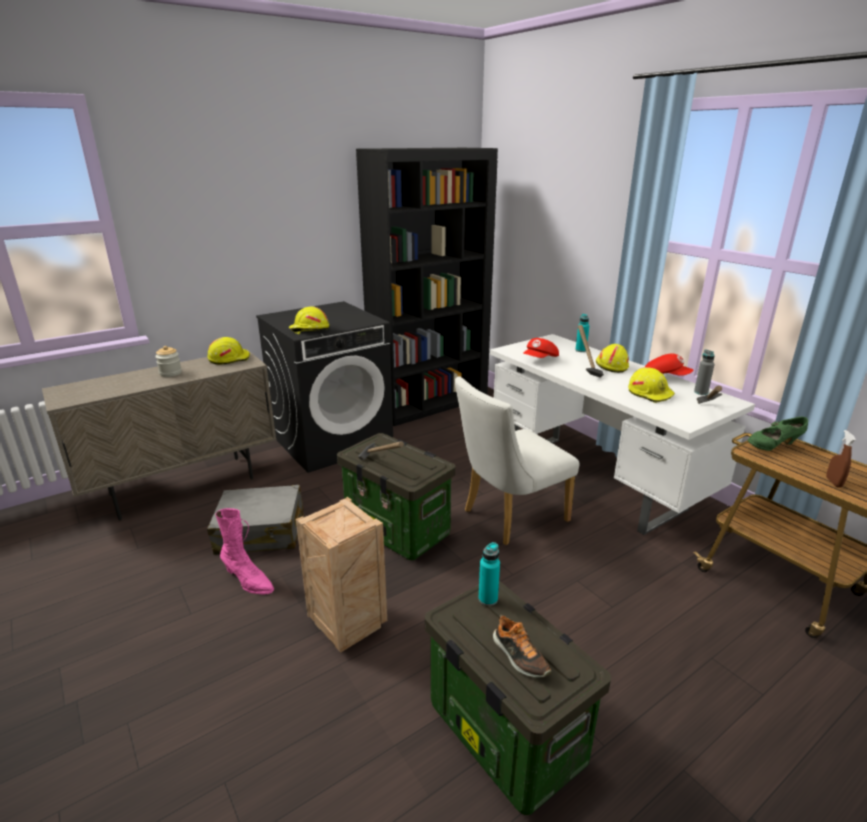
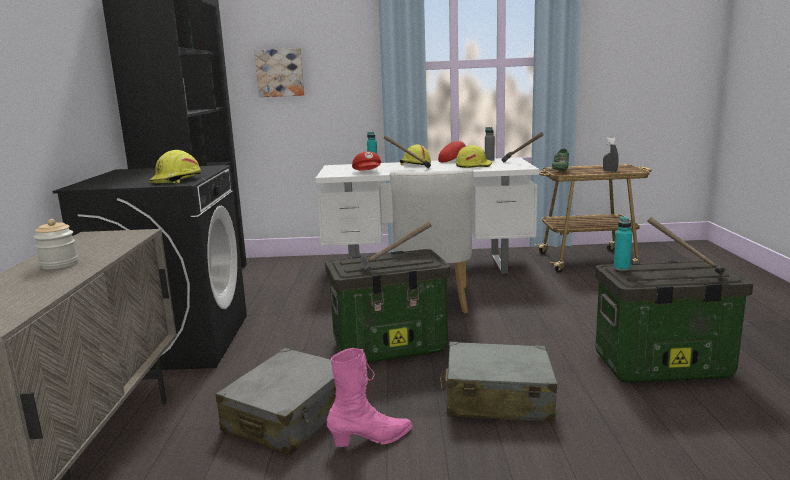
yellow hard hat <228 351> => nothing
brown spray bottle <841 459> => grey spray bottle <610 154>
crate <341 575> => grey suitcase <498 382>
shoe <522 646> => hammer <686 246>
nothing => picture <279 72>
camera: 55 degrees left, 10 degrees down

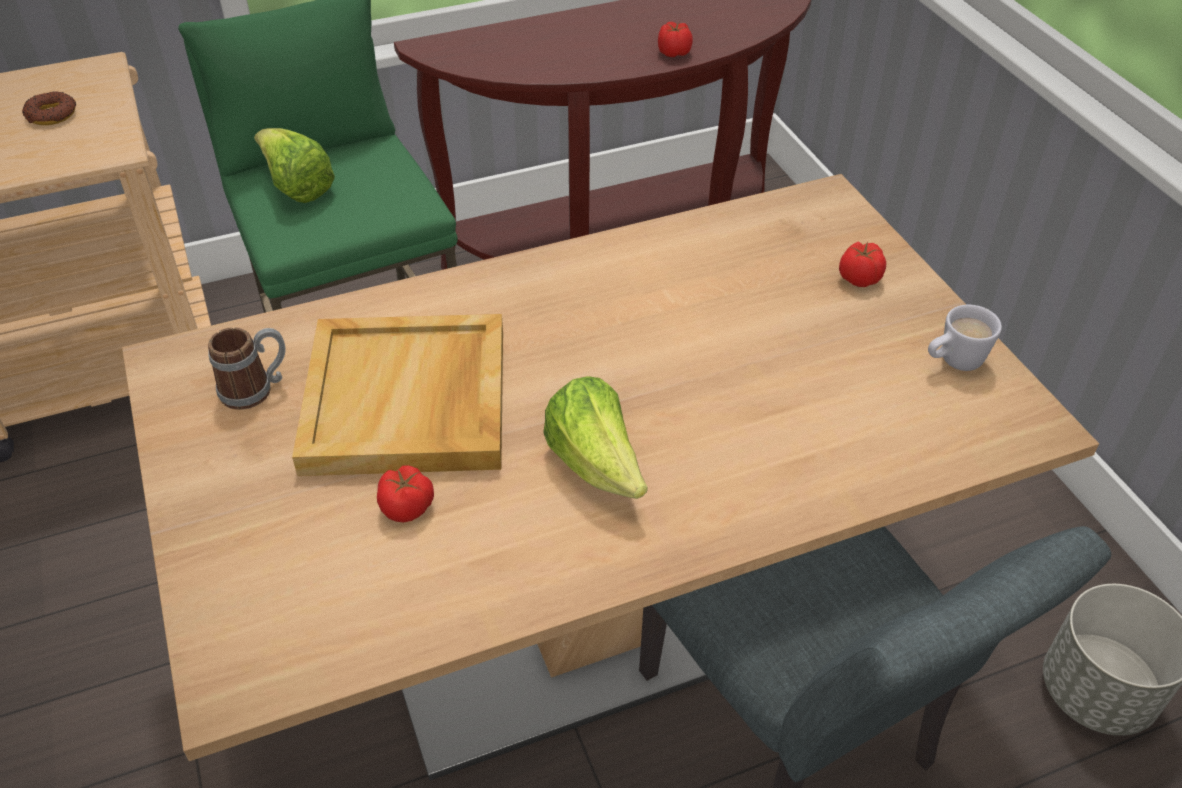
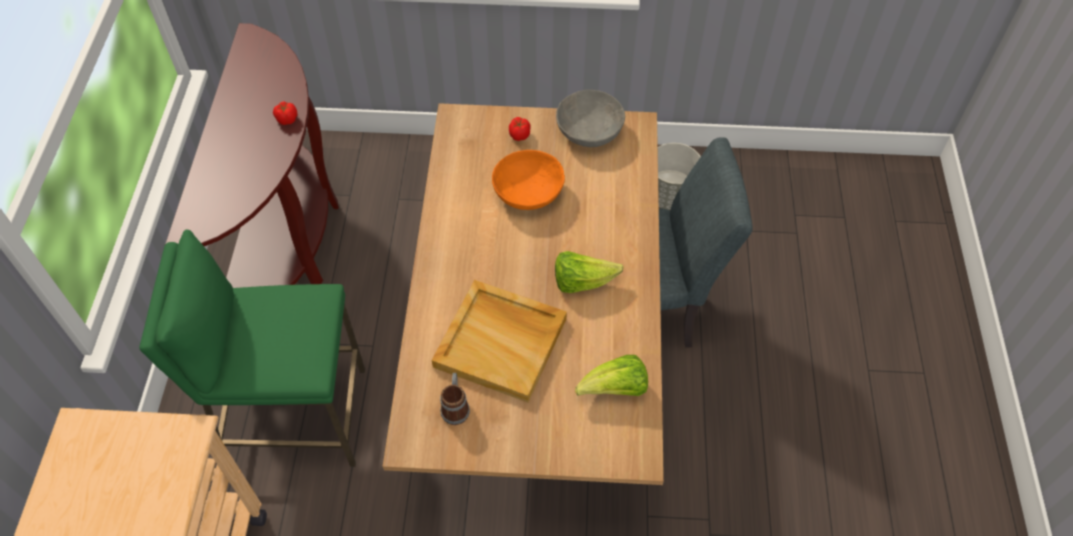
donut <49 108> => nothing
lettuce <294 165> => lettuce <611 375>, shifted
white mug <965 337> => grey bowl <590 118>
tomato <405 494> => nothing
nothing => orange bowl <528 180>
camera: 65 degrees left, 10 degrees up

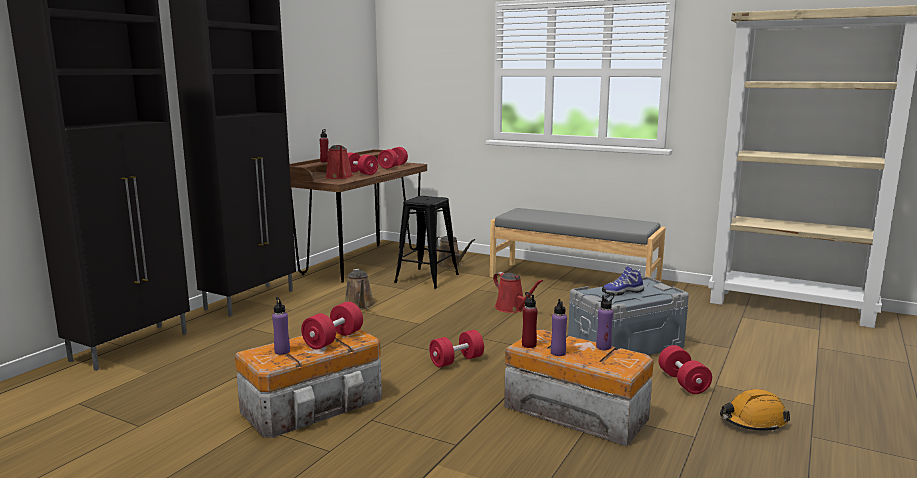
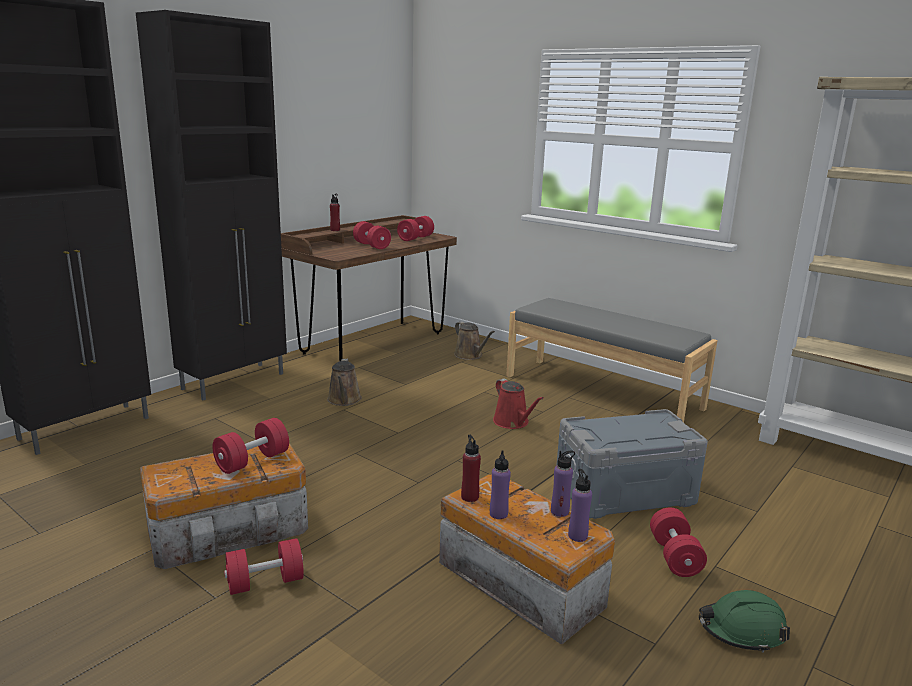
red watering can <339 162> => nothing
black stool <426 242> => nothing
shoe <623 281> => nothing
purple bottle <281 326> => purple bottle <580 505>, shifted
red dumbbell <456 348> => red dumbbell <264 566>, shifted
orange hard hat <755 410> => green hard hat <744 621>
camera: 10 degrees right, 5 degrees up

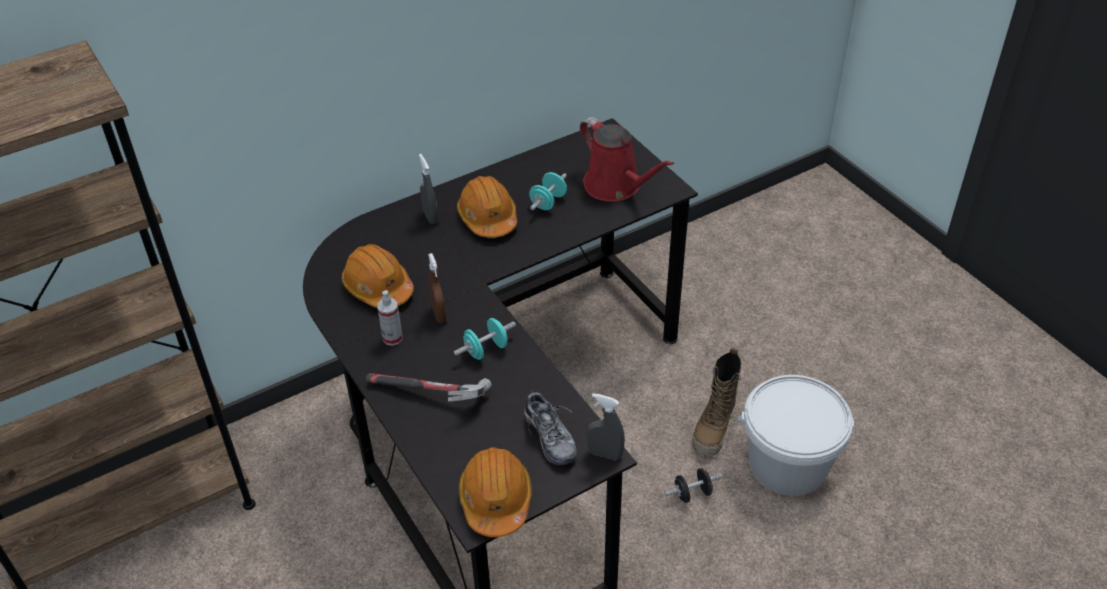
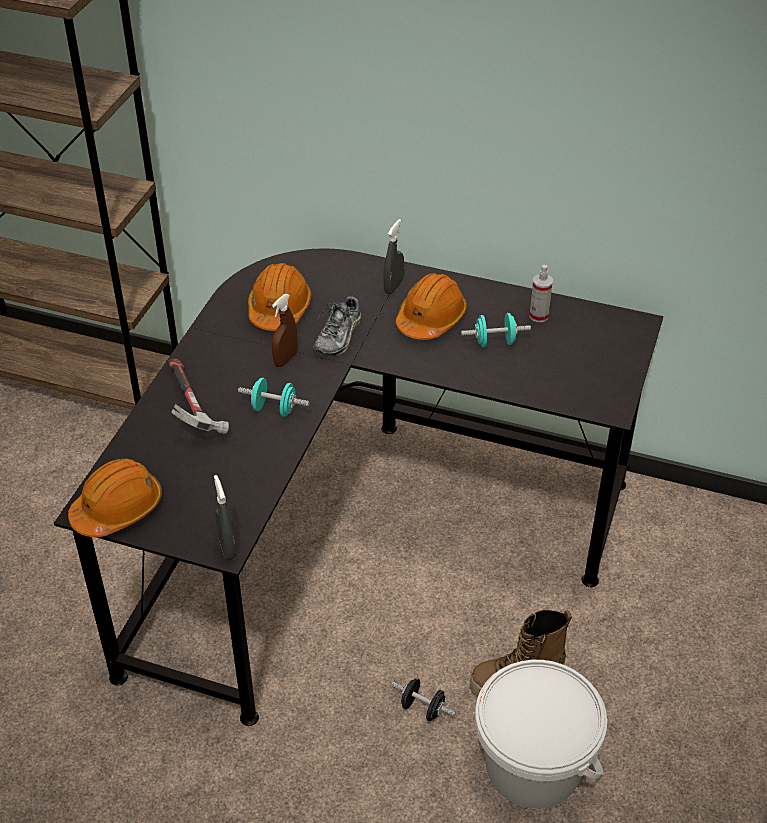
red watering can <627 159> => nothing
spray bottle <389 318> => spray bottle <541 293>, shifted
shoe <550 426> => shoe <337 325>, shifted
camera: 50 degrees right, 0 degrees up

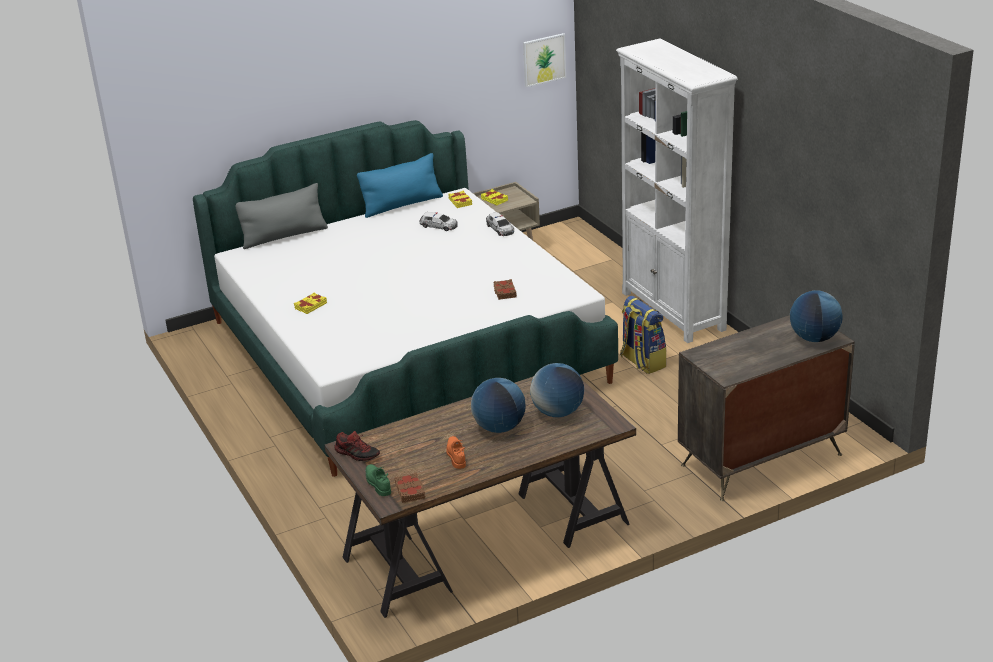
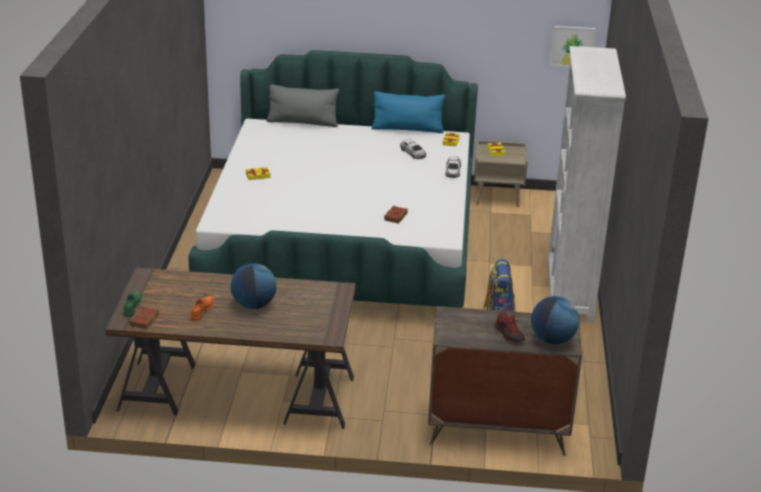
globe <557 390> => nothing
shoe <357 446> => shoe <510 327>, shifted
camera: 30 degrees right, 0 degrees up

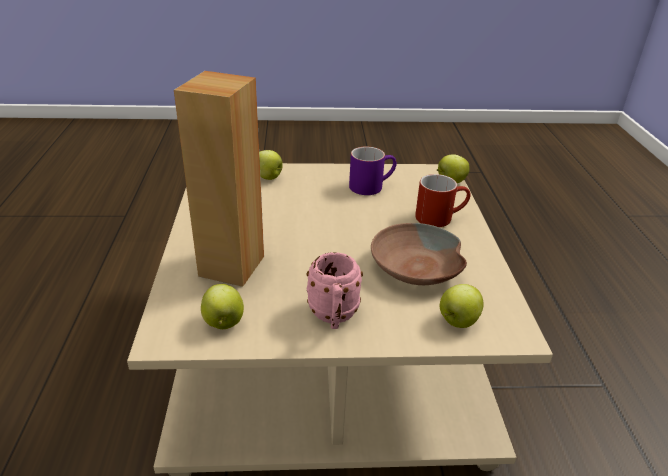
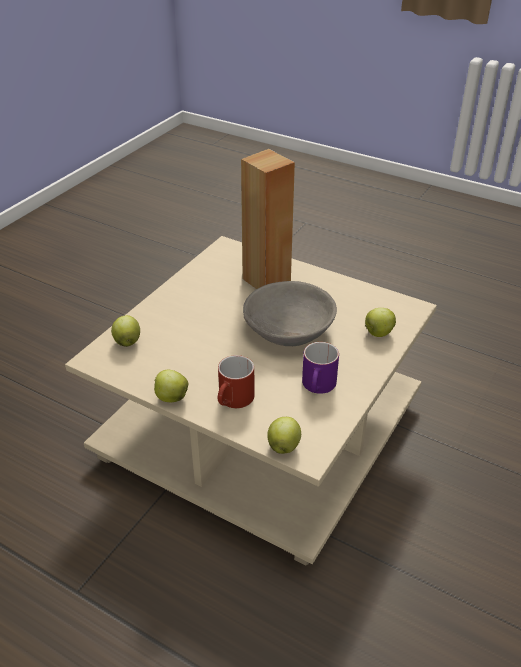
brown bowl <419 254> => nothing
pink mug <335 290> => nothing
apple <222 306> => apple <171 386>, shifted
nothing => grey bowl <290 313>
camera: 125 degrees right, 5 degrees up

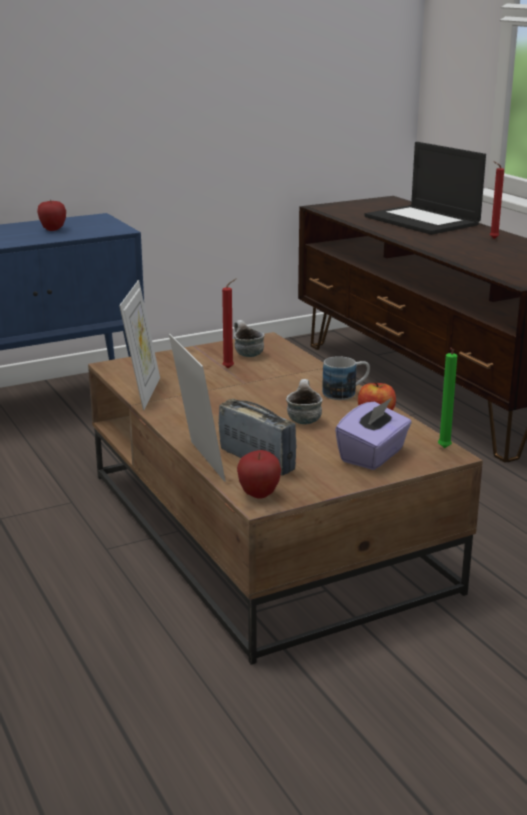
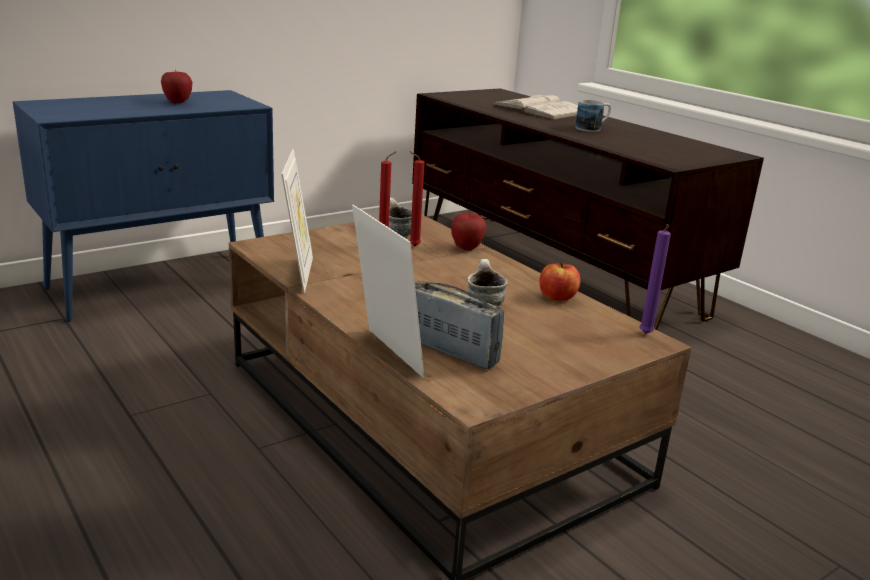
laptop <425 188> => white book <535 106>
red candle <497 200> => red candle <416 198>, shifted
green candle <447 398> => purple candle <655 279>
mug <346 378> => mug <593 116>, shifted
purple tissue box <373 434> => nothing
apple <259 474> => apple <468 231>, shifted
camera: 10 degrees left, 0 degrees up

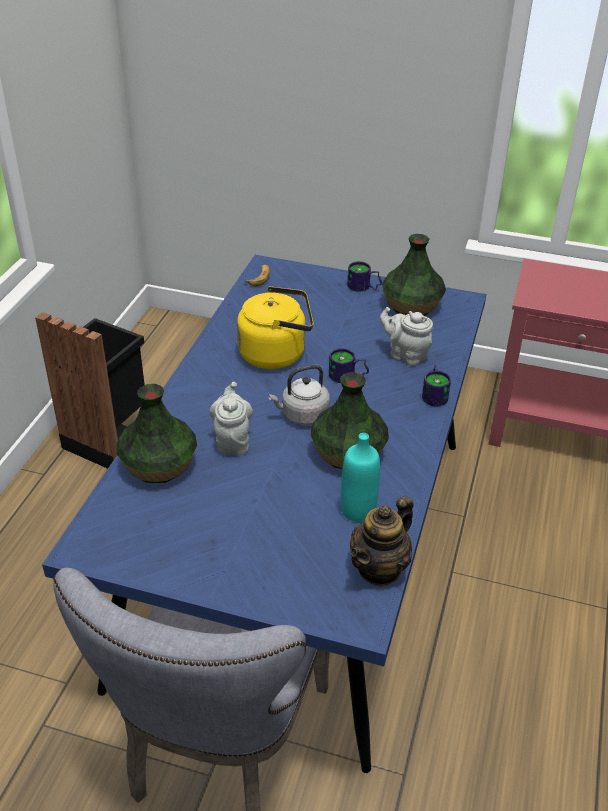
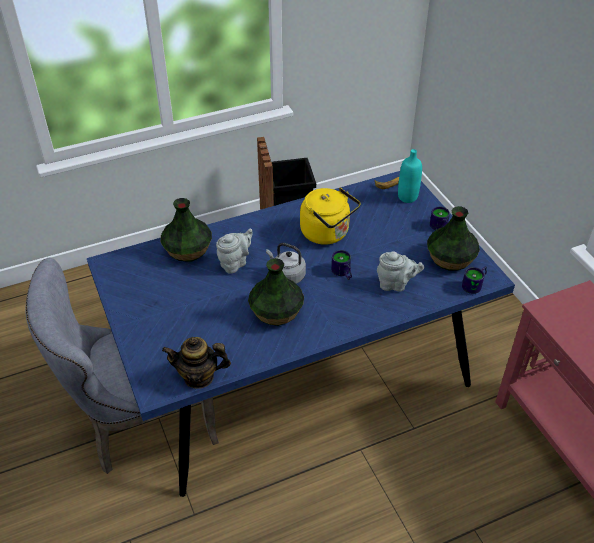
grey teapot <406 336> => grey teapot <400 271>, 105 degrees clockwise
mug <436 385> => mug <474 280>, shifted
turquoise bottle <360 477> => turquoise bottle <410 176>, shifted
camera: 50 degrees right, 5 degrees up

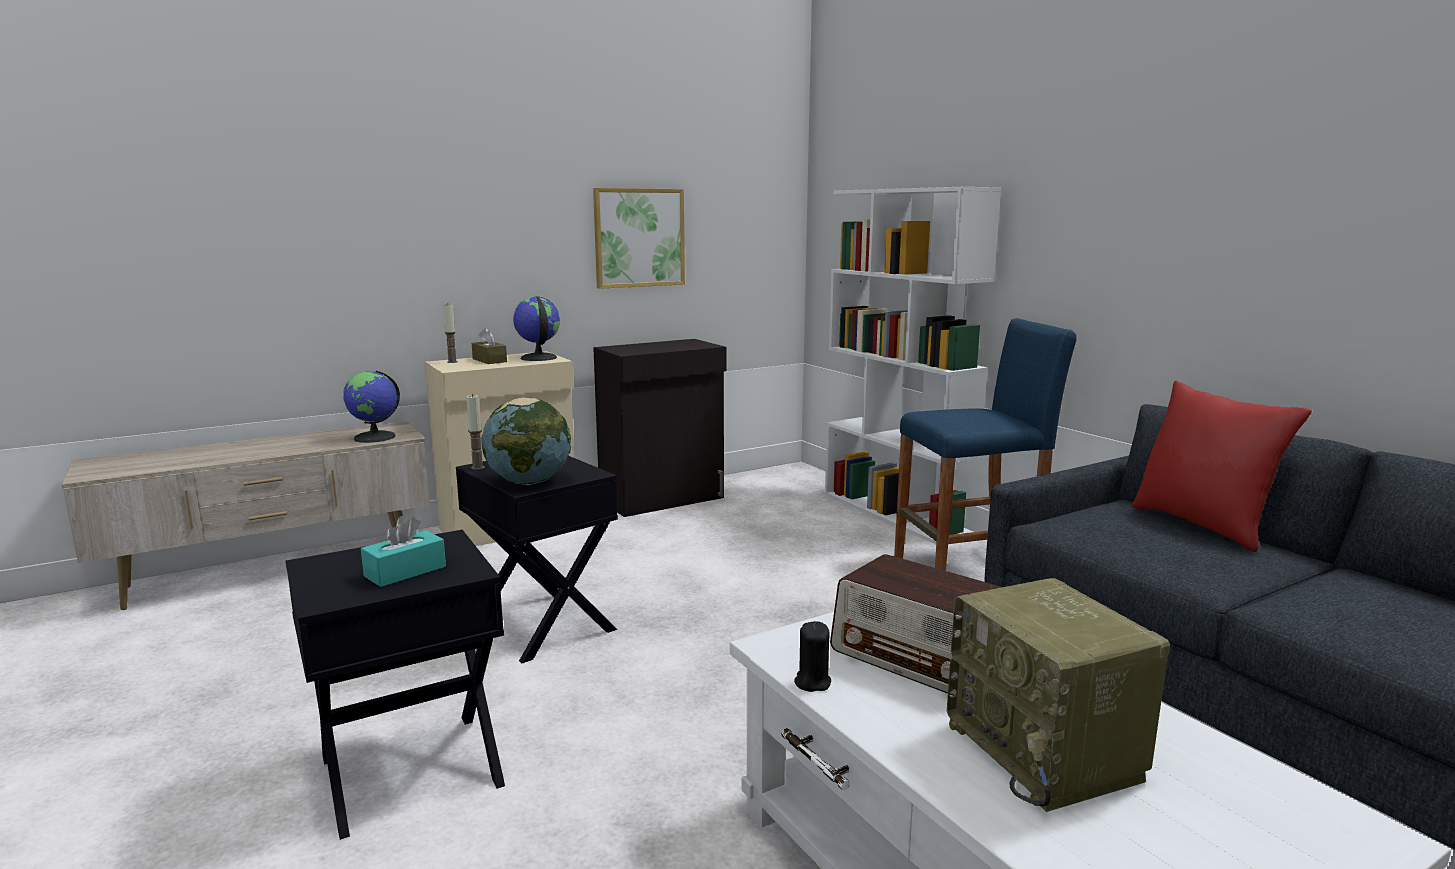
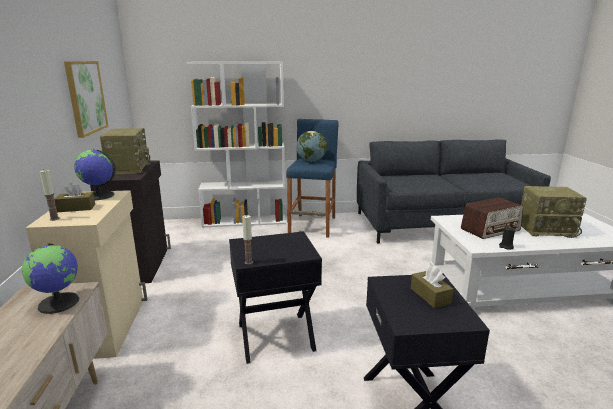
red pillow <1222 466> => nothing
globe <526 441> => globe <311 146>, shifted
turquoise tissue box <403 551> => brown tissue box <432 286>
nothing => radio <125 151>
camera: 65 degrees left, 5 degrees up

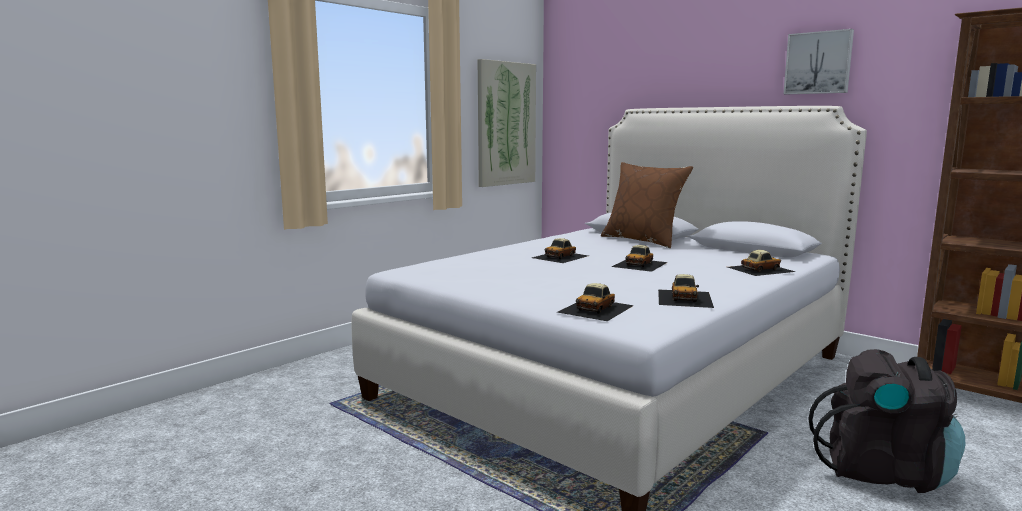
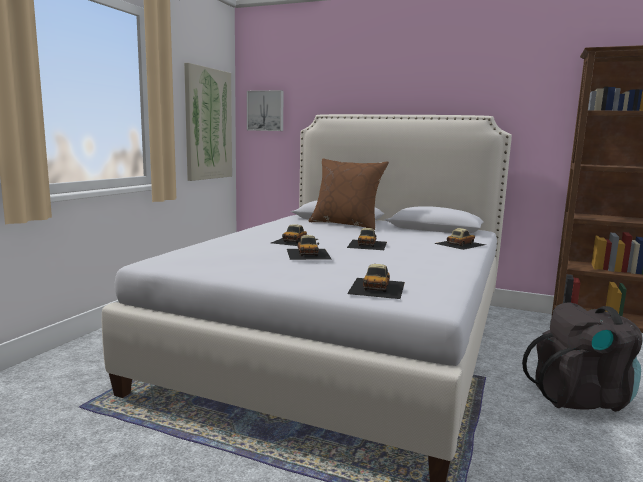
picture <819 61> => picture <265 110>, shifted
toy car <686 291> => toy car <309 247>, shifted
camera: 20 degrees left, 0 degrees up

